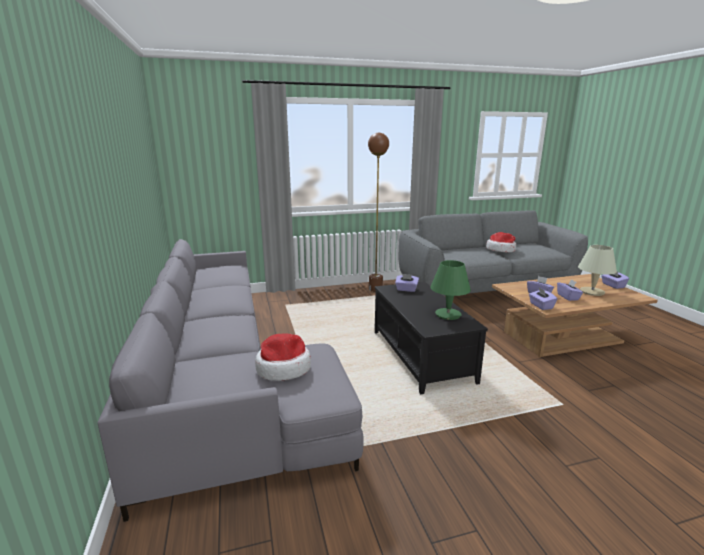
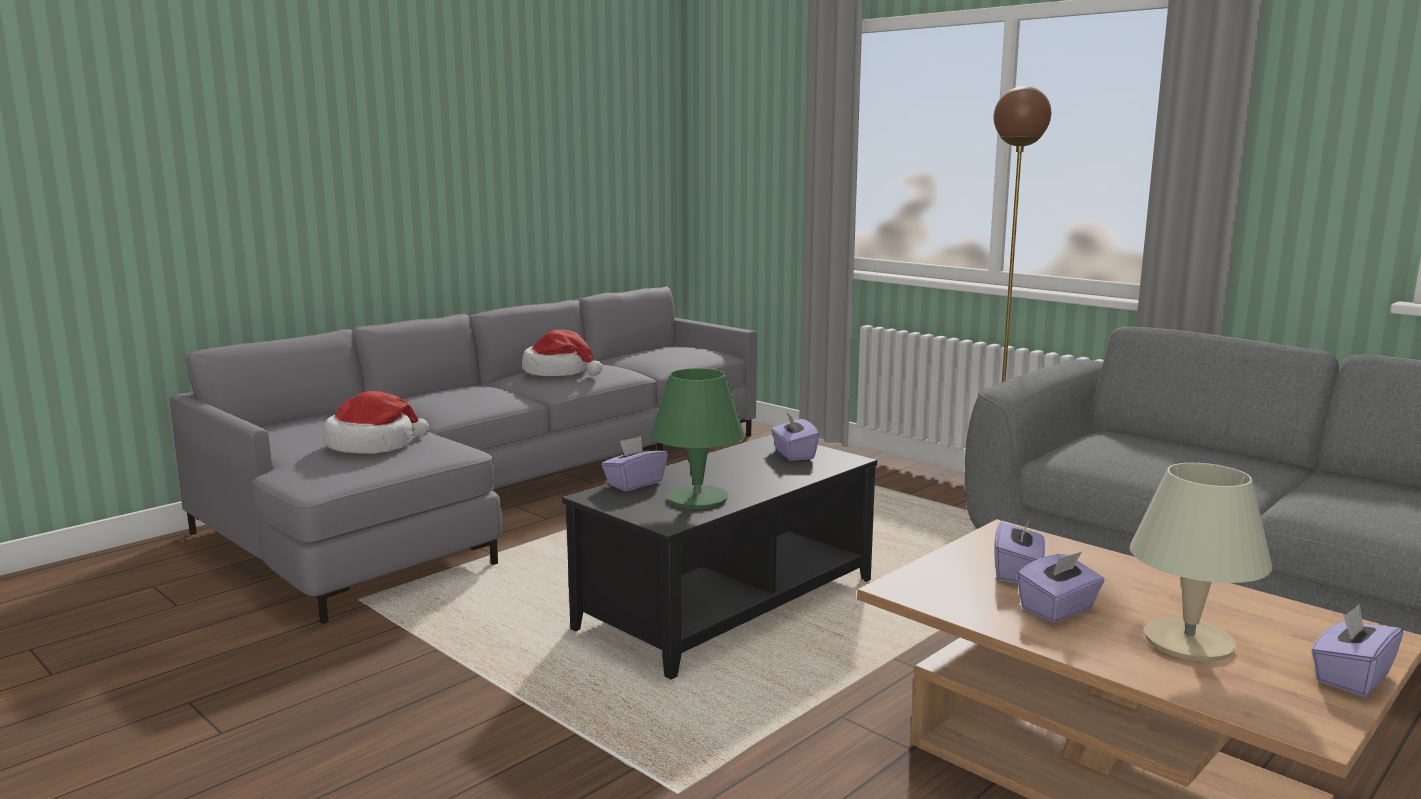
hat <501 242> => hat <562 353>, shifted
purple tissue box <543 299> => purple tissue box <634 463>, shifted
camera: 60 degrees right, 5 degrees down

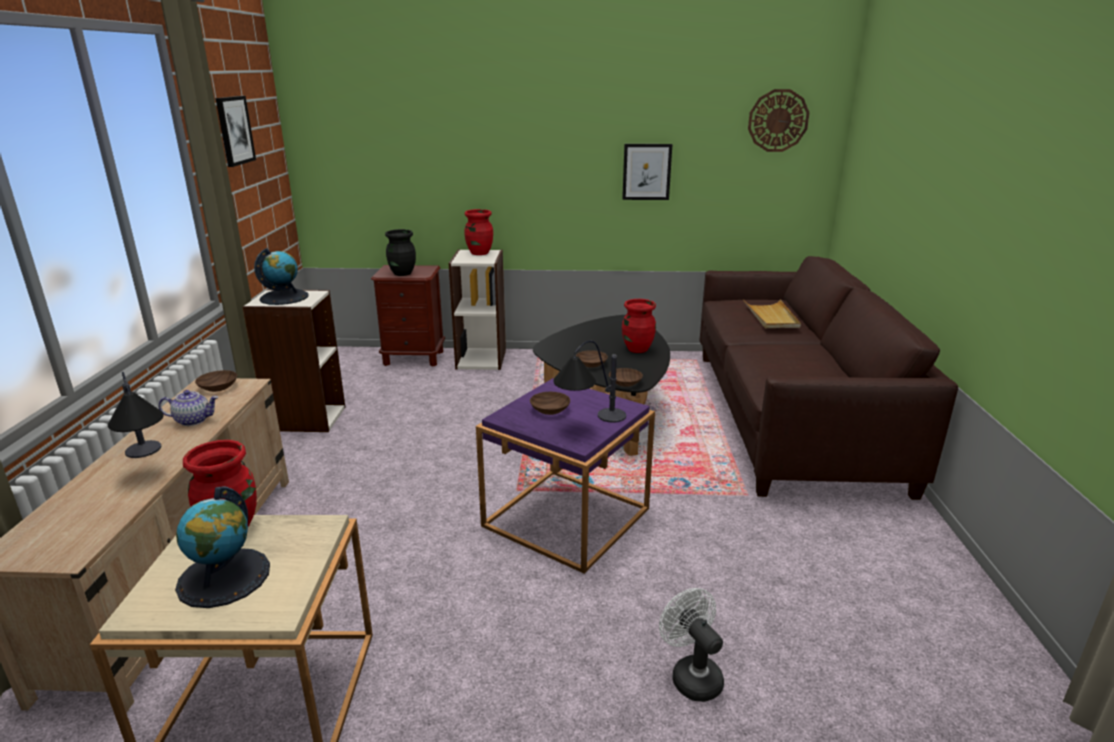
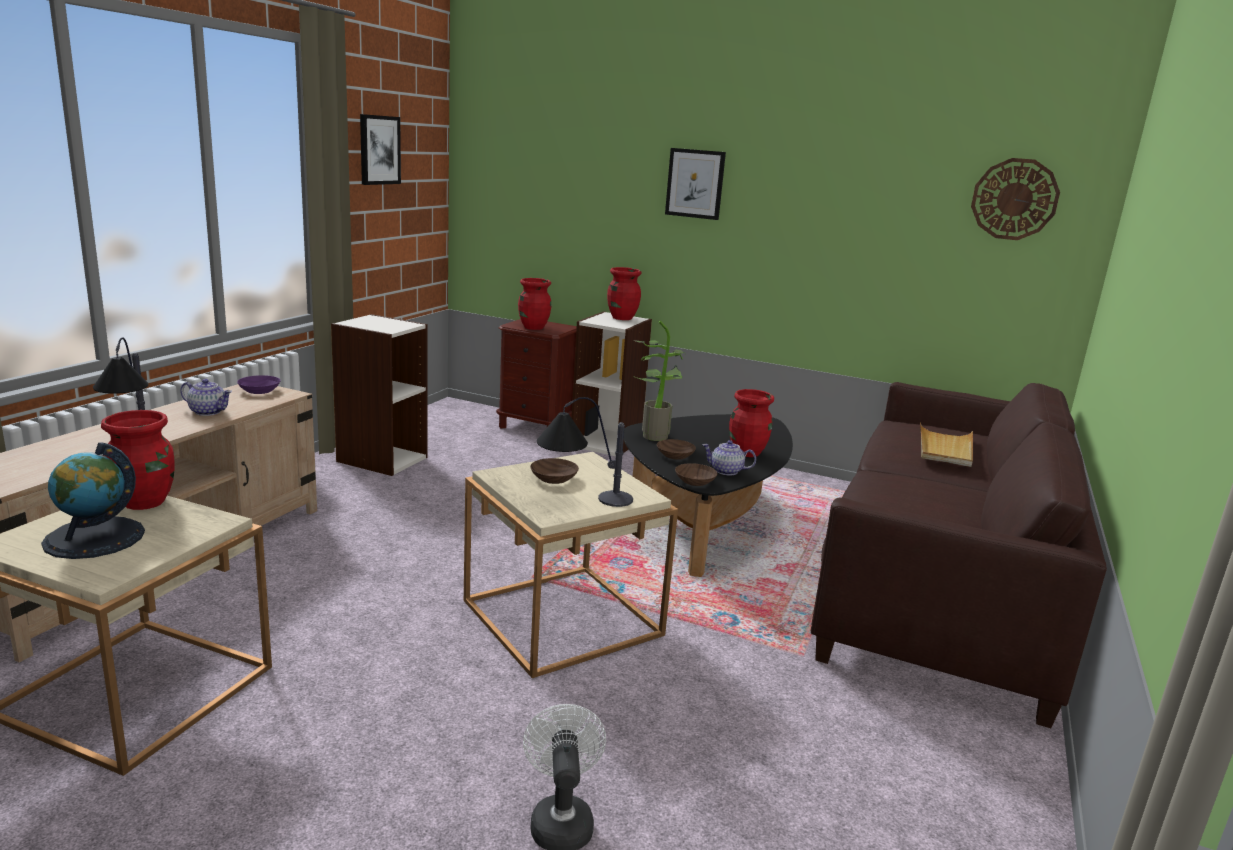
picture <647 172> => picture <695 184>, shifted
black vase <400 252> => red vase <534 304>
globe <281 276> => nothing
brown bowl <216 381> => purple bowl <259 384>
purple side table <565 476> => beige side table <571 565>
nothing => potted plant <659 381>
nothing => teapot <729 457>
camera: 20 degrees right, 5 degrees down

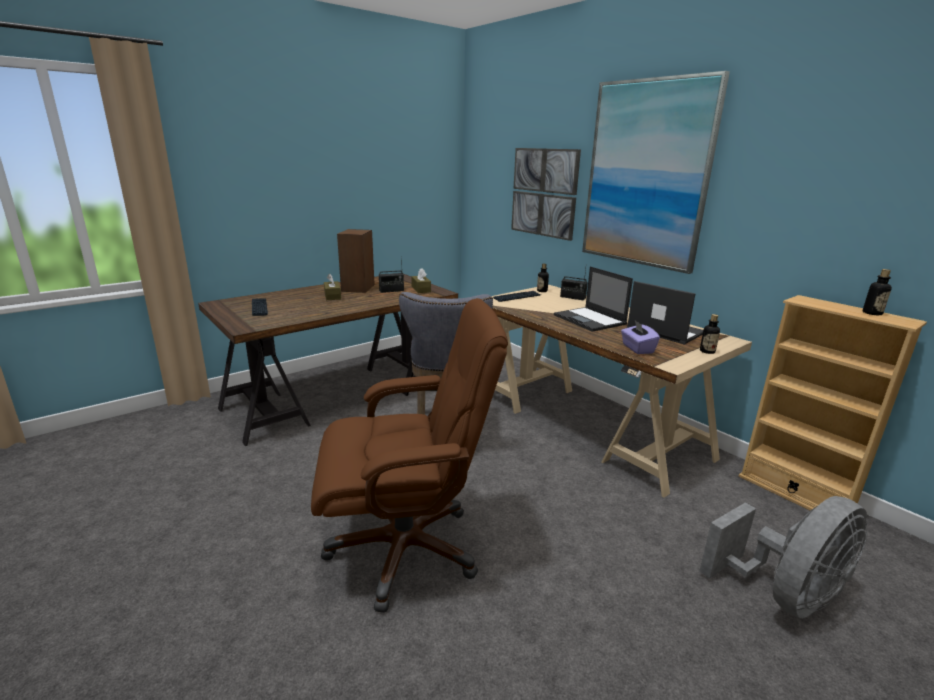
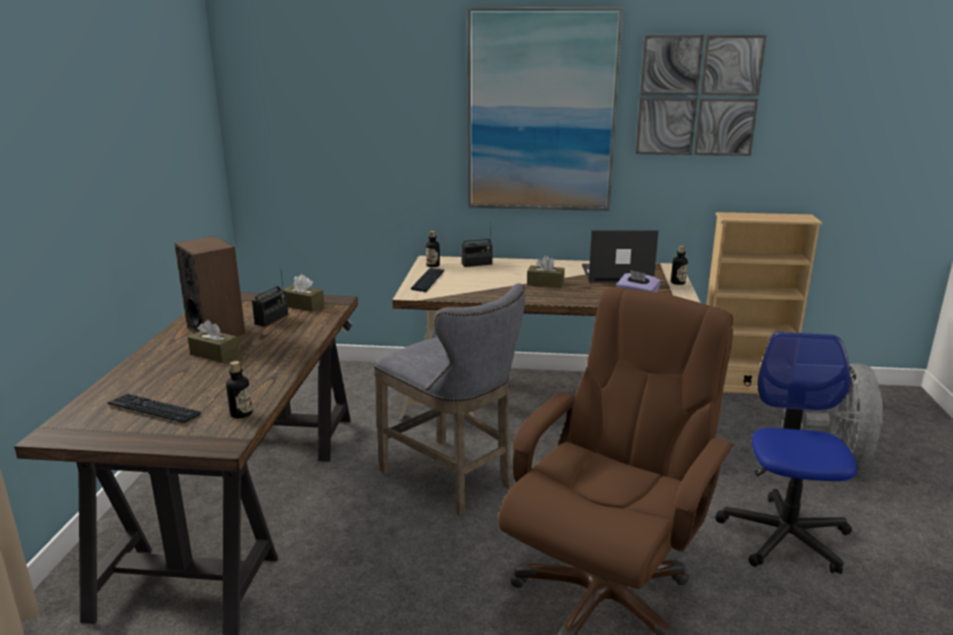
picture <546 194> => picture <701 95>, shifted
laptop <593 299> => brown tissue box <546 271>
bottle <877 292> => bottle <239 389>, shifted
nothing => office chair <786 453>
camera: 45 degrees left, 0 degrees up

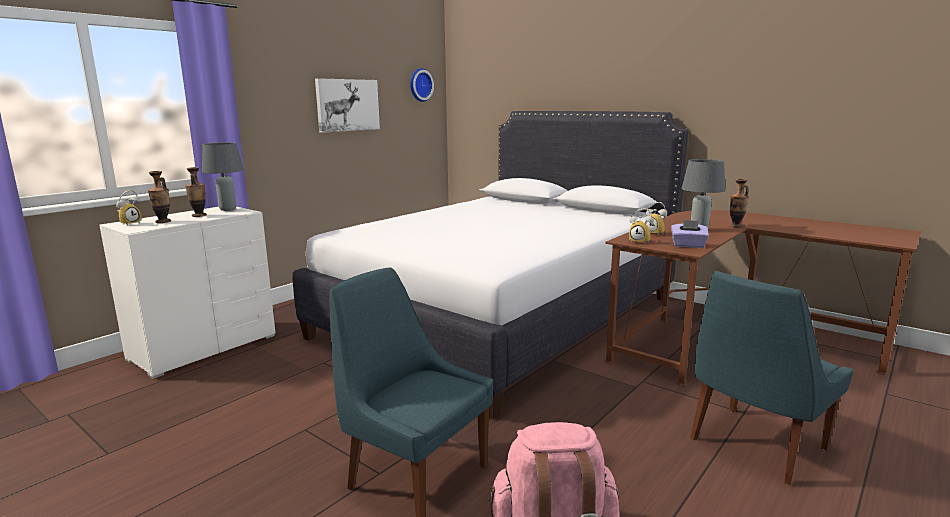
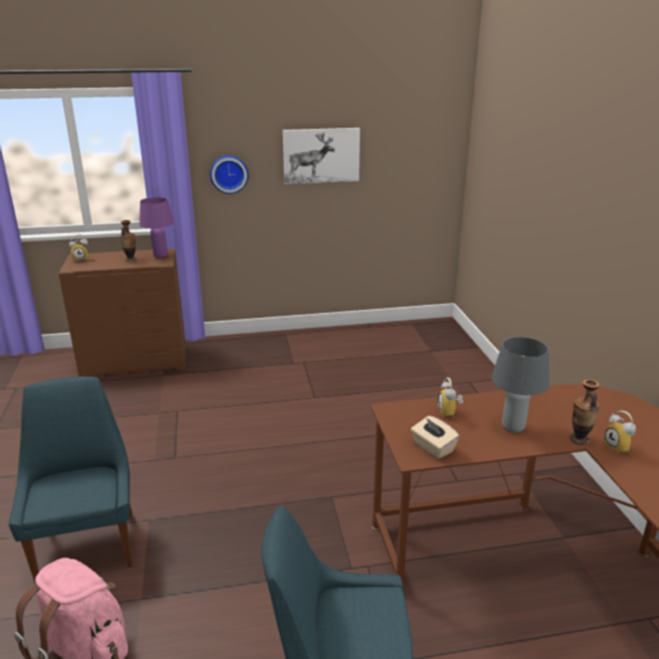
wall clock <422 85> => wall clock <229 174>, shifted
white bed <490 265> => nothing
grey table lamp <223 176> => purple table lamp <156 227>
vase <159 197> => nothing
white dresser <187 293> => brown dresser <122 312>
alarm clock <641 226> => alarm clock <620 432>, shifted
purple tissue box <690 234> => beige tissue box <435 437>
camera: 40 degrees right, 10 degrees up

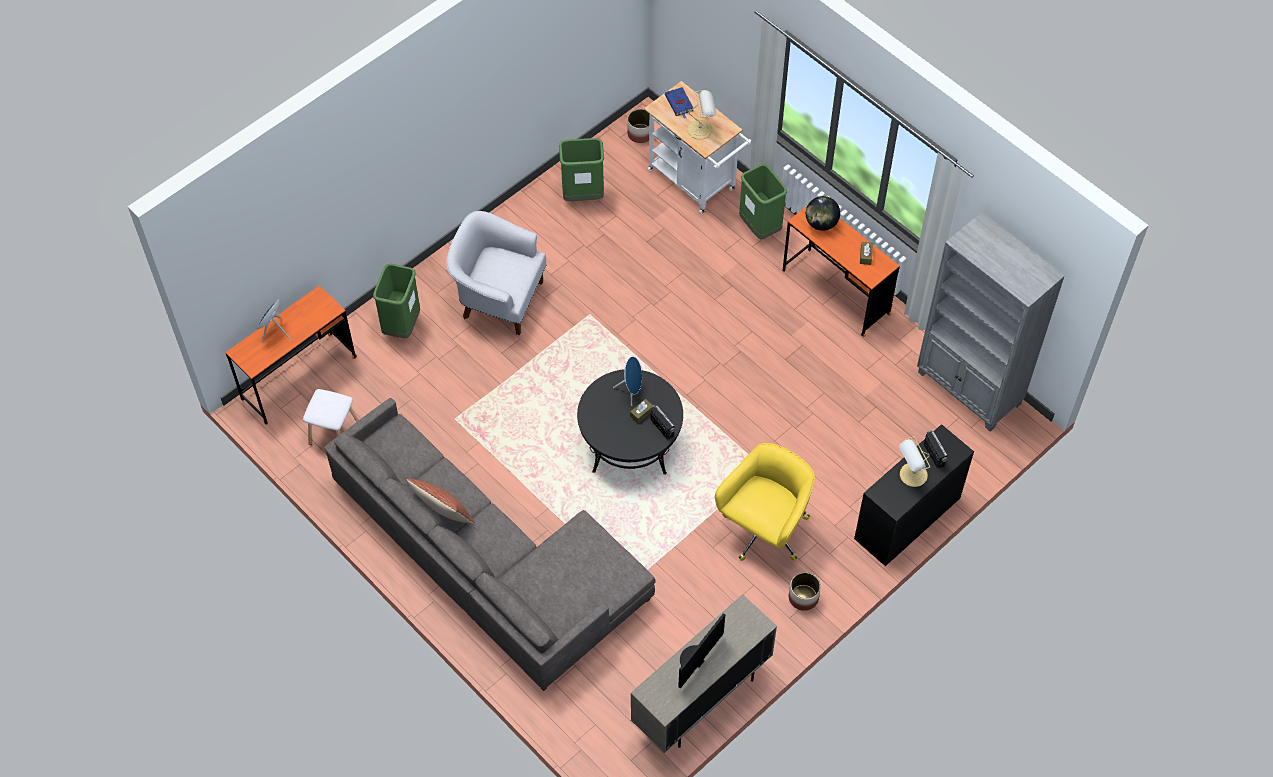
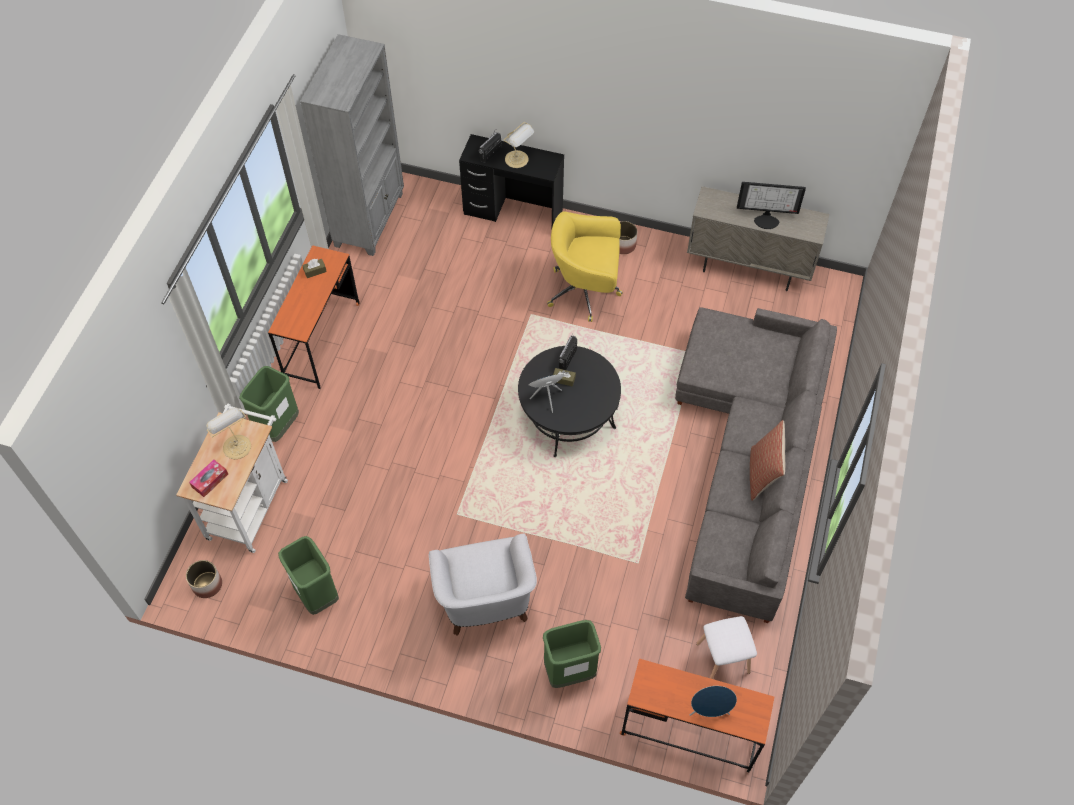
blue book <679 103> => tissue box <208 478>
globe <823 213> => nothing
camera: 120 degrees left, 0 degrees up

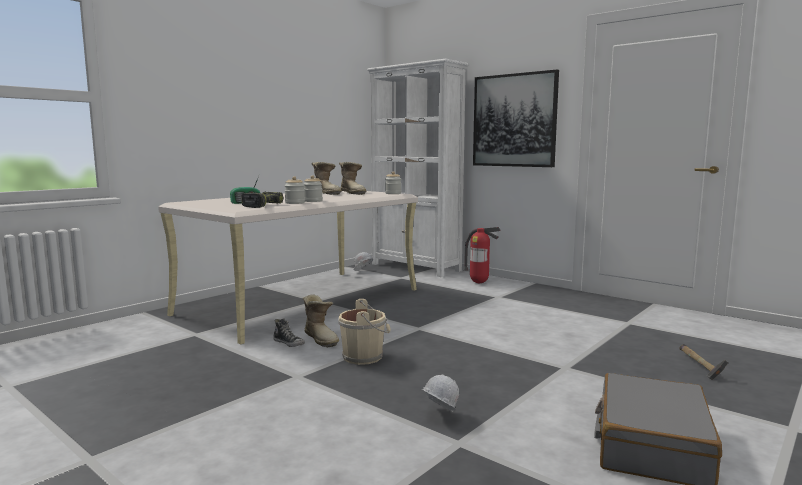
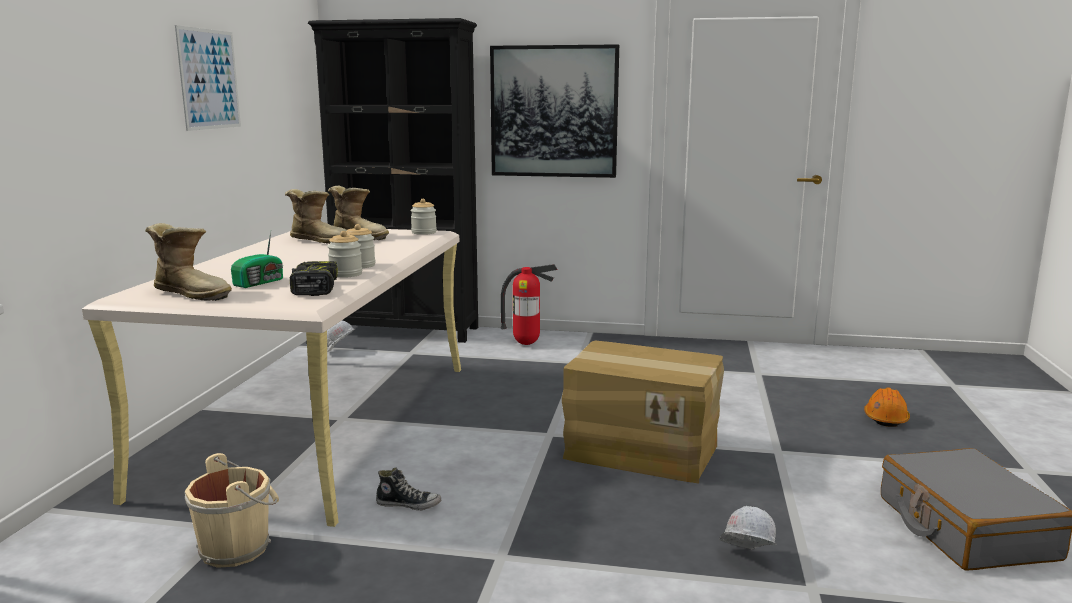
white bookcase <417 167> => black bookcase <393 180>
boot <321 320> => boot <188 262>, shifted
beige bucket <364 332> => beige bucket <231 510>, shifted
hammer <704 362> => orange hard hat <887 407>
nothing => picture <208 78>
nothing => cardboard box <643 411>
camera: 30 degrees left, 5 degrees up

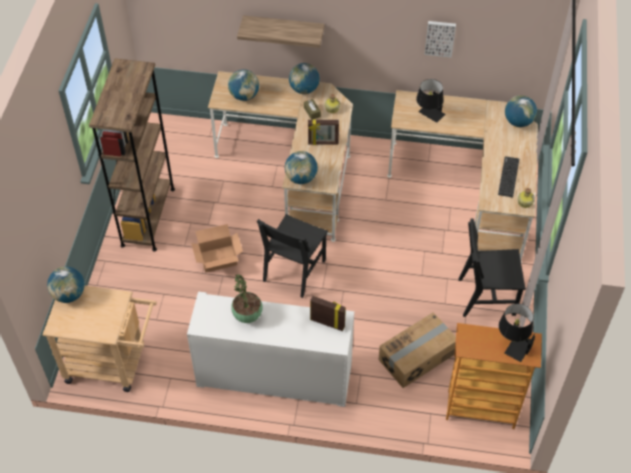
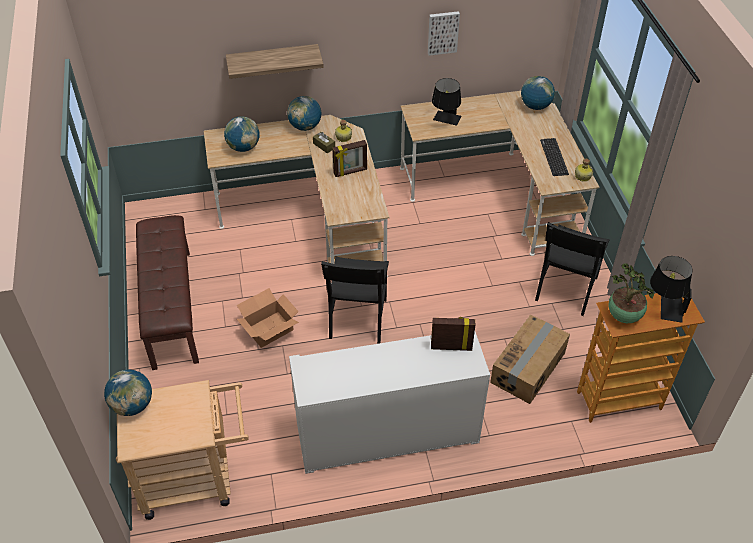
brown bookcase <132 155> => brown bench <167 292>
globe <301 167> => nothing
black chair <492 267> => black chair <572 269>, 45 degrees counterclockwise
potted plant <246 299> => potted plant <631 293>, shifted
camera: 20 degrees left, 5 degrees down

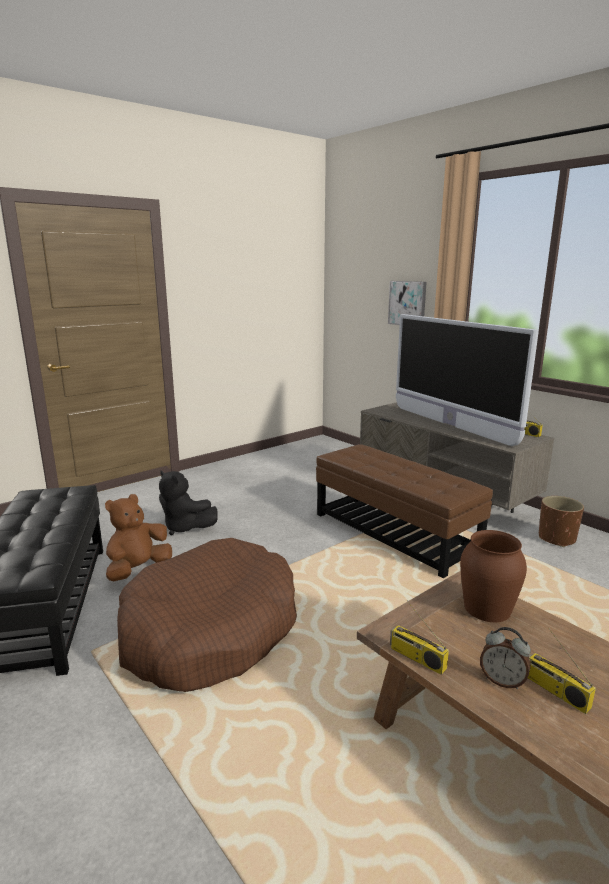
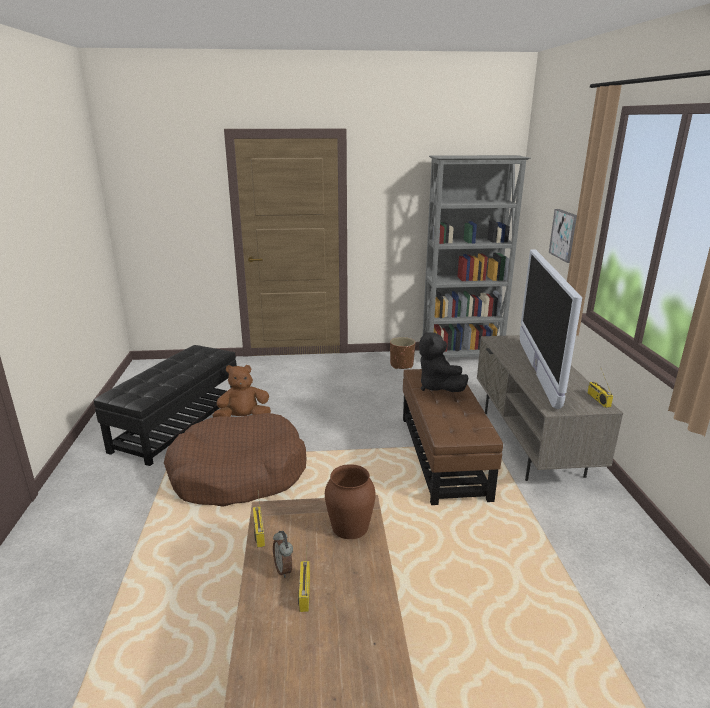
black plush toy <188 503> => black plush toy <443 361>, shifted
brown planter <561 521> => brown planter <402 353>, shifted
nothing => grey bookcase <476 256>
camera: 35 degrees right, 5 degrees up

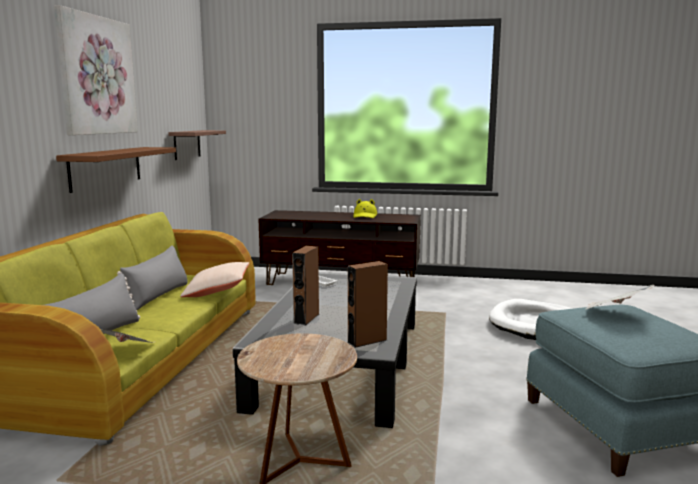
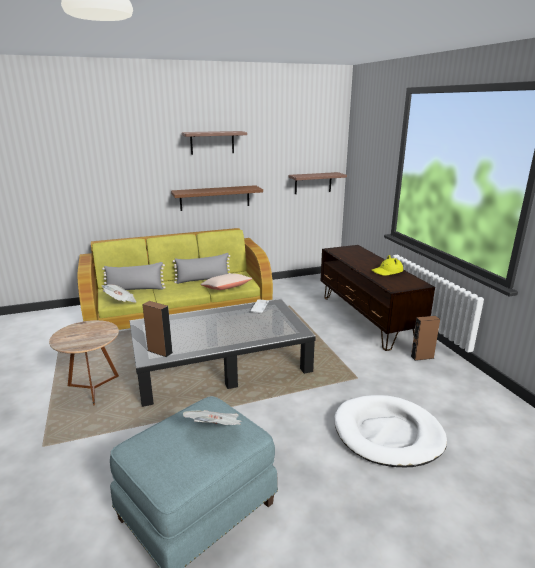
picture <96 70> => shelf <214 143>
brown speaker <305 285> => brown speaker <425 338>, shifted
camera: 60 degrees right, 10 degrees up

